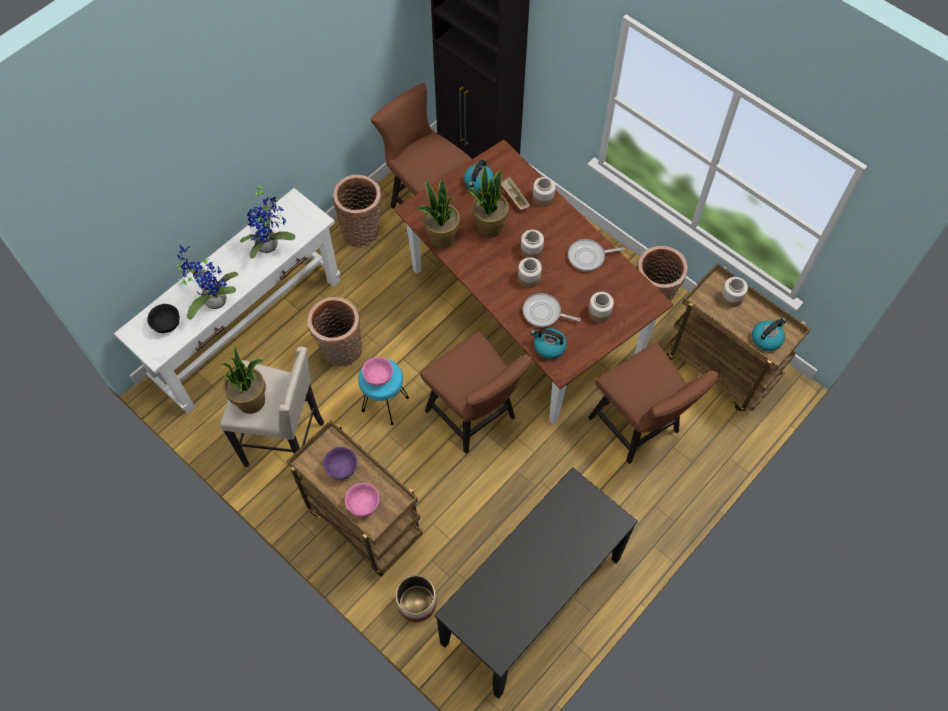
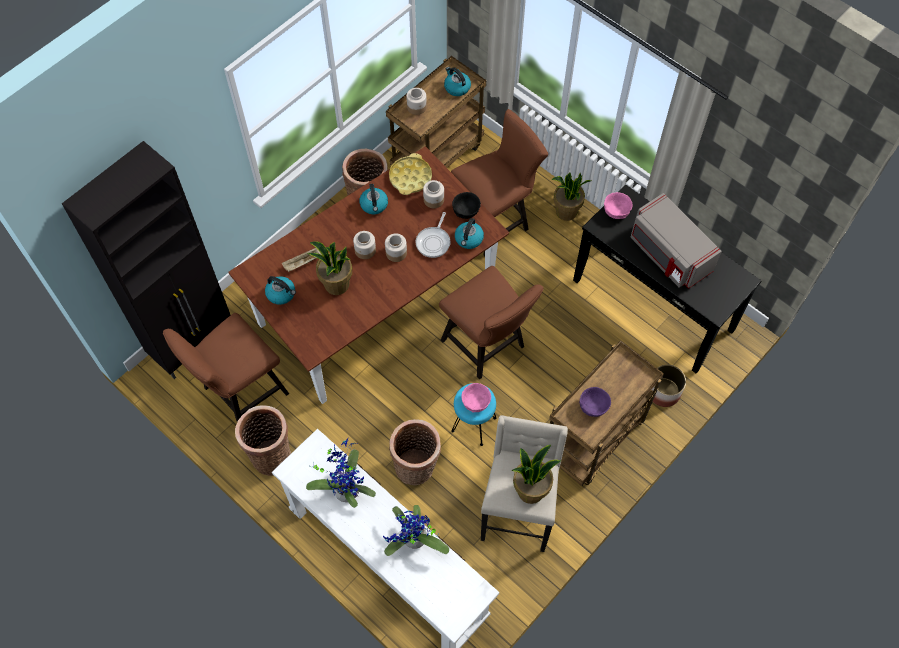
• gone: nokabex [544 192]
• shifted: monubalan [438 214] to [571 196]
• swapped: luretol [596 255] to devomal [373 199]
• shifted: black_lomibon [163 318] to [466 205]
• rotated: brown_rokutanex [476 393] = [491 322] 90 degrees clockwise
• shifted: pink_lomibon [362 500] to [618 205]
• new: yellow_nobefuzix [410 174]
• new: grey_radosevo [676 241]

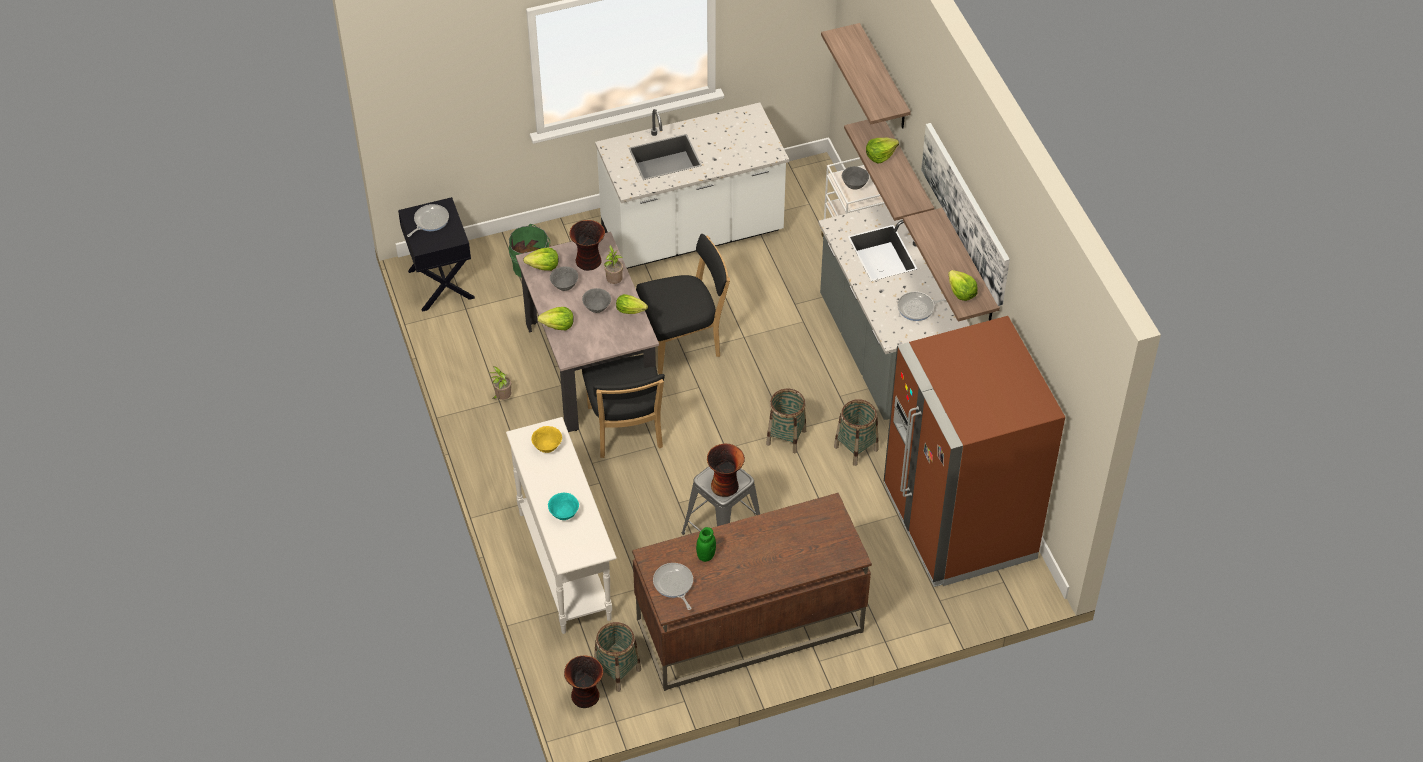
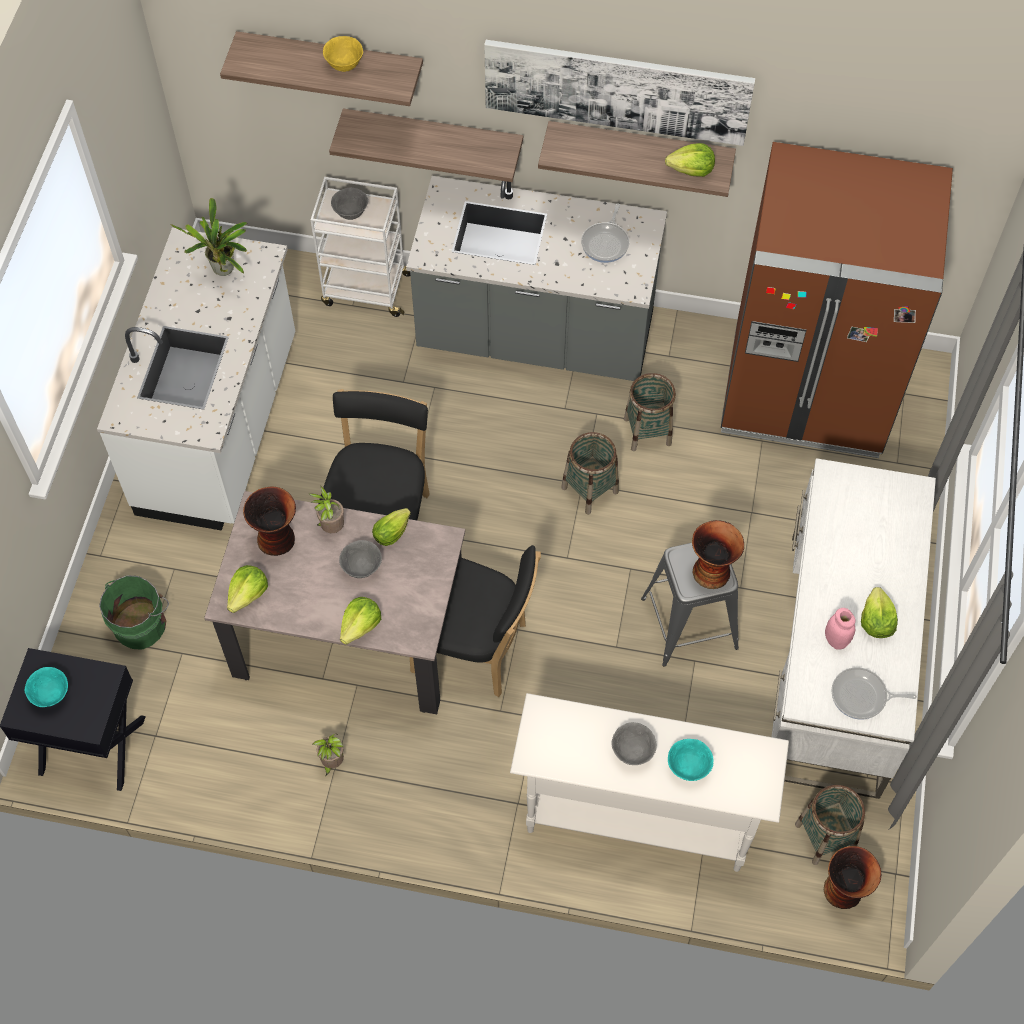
• shifted: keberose [882 151] to [879 612]
• swapped: luretol [428 220] to turquoise_lomibon [46 687]
• shifted: grey_lomibon [564 279] to [634 743]
• shifted: yellow_lomibon [546 439] to [343 54]
• repainted: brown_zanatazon [752 592] to white_zanatazon [854 628]
• repainted: green_nokabex [706 544] to pink_nokabex [840 629]
• new: monubalan [208 237]

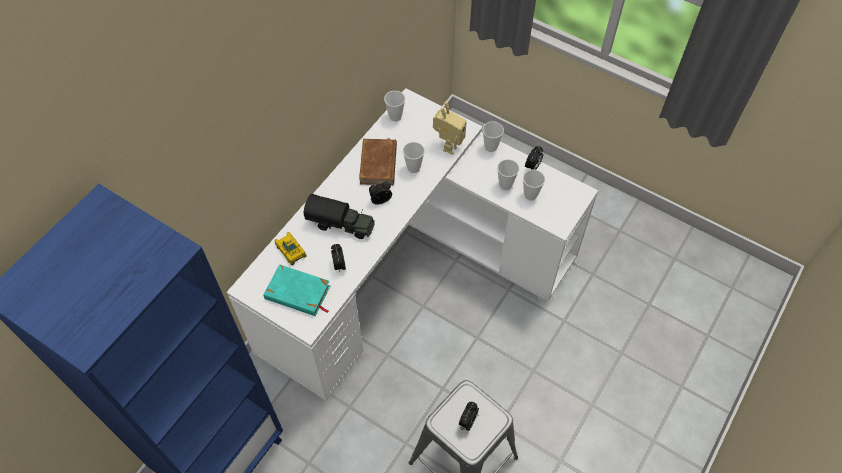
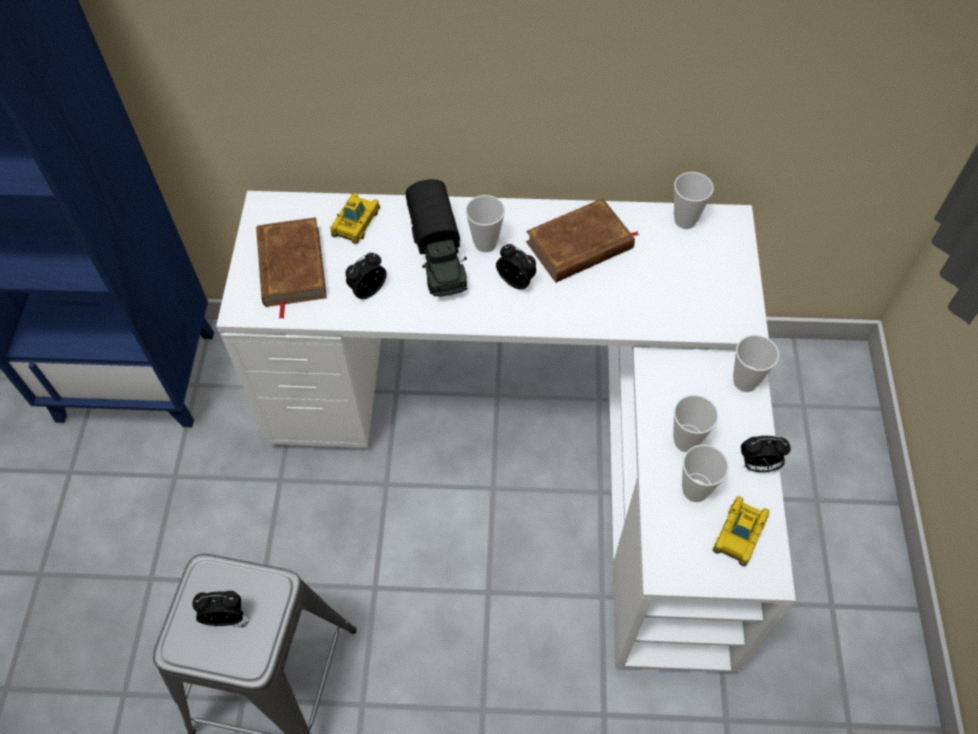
• gone: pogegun [450 128]
• shifted: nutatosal [414 157] to [485 223]
• repainted: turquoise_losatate [297 290] to brown_losatate [291 268]
• new: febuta [741 531]

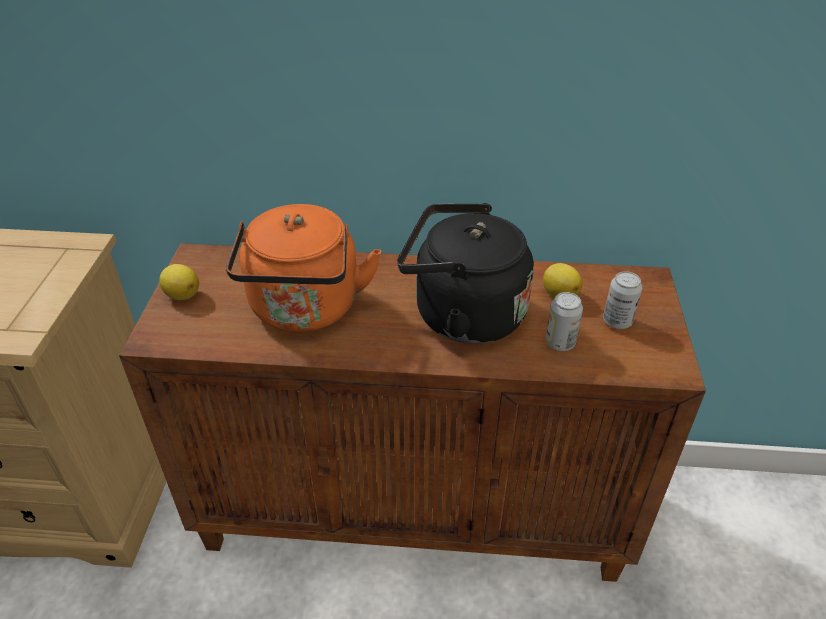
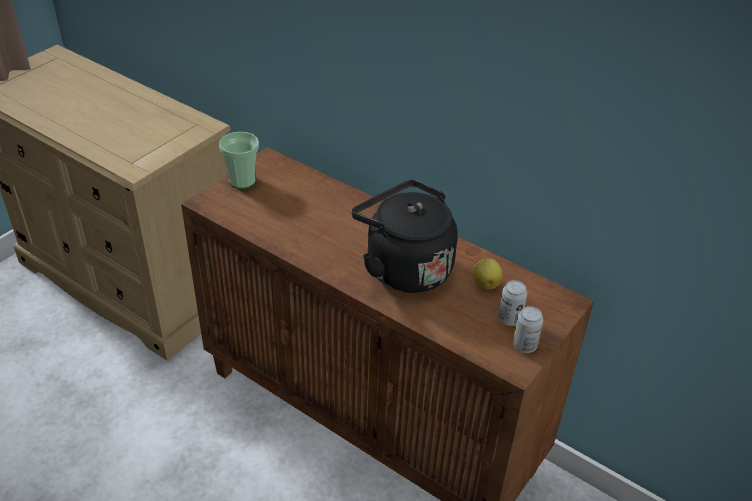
• gone: orange_devomal [303 268]
• swapped: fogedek [179 282] to nutatosal [239 160]
• shifted: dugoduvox [564 321] to [528 329]

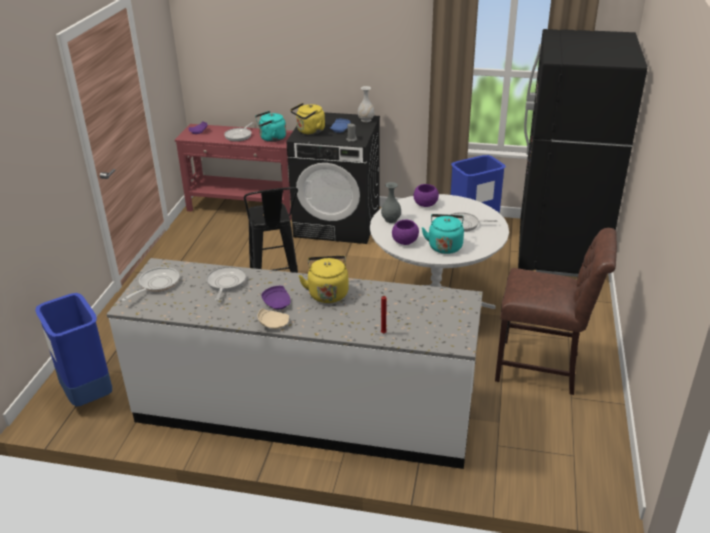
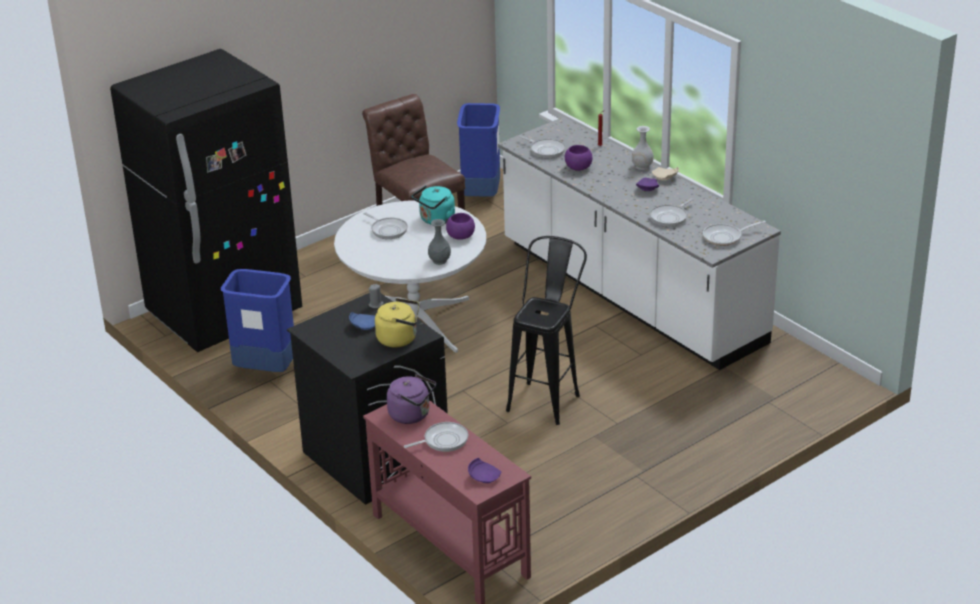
• shifted: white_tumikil [366 104] to [642 148]
• repainted: turquoise_devomal [270 126] to purple_devomal [411 399]
• shifted: purple_lomibon [426 195] to [578 158]
• gone: yellow_devomal [324 279]
• shifted: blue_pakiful [73 350] to [478 150]
• new: luretol [542 147]

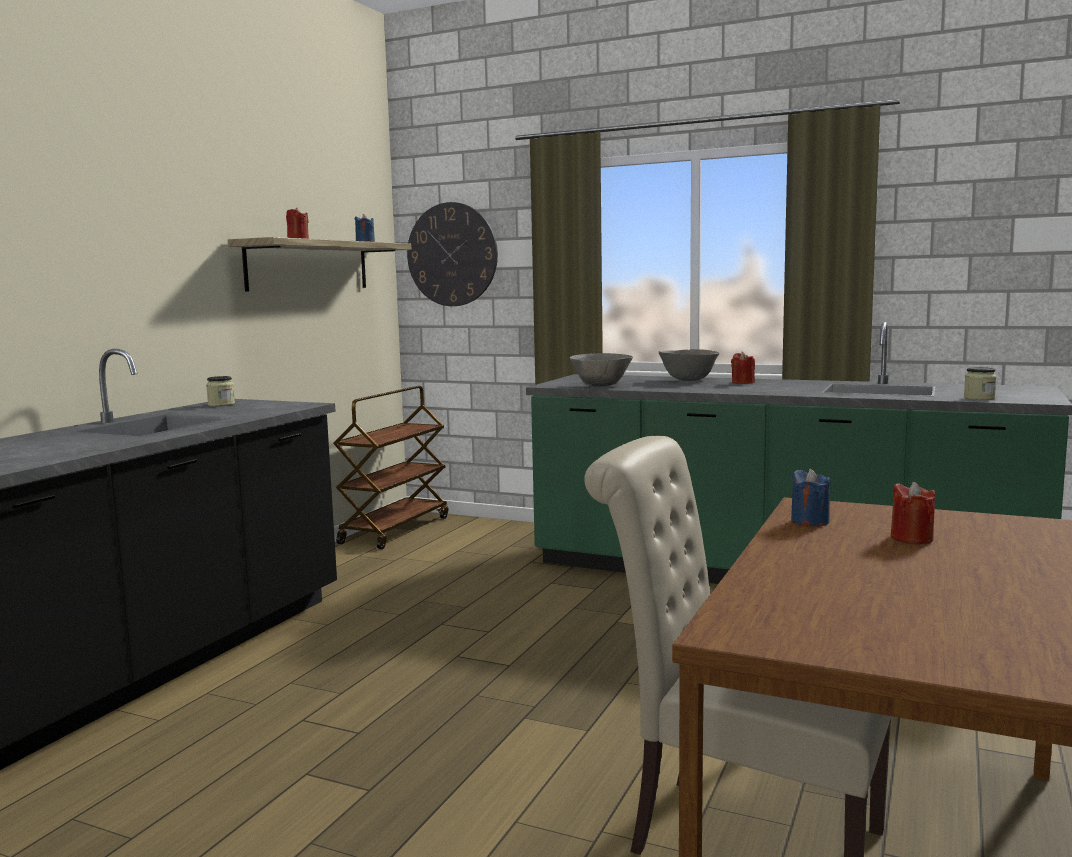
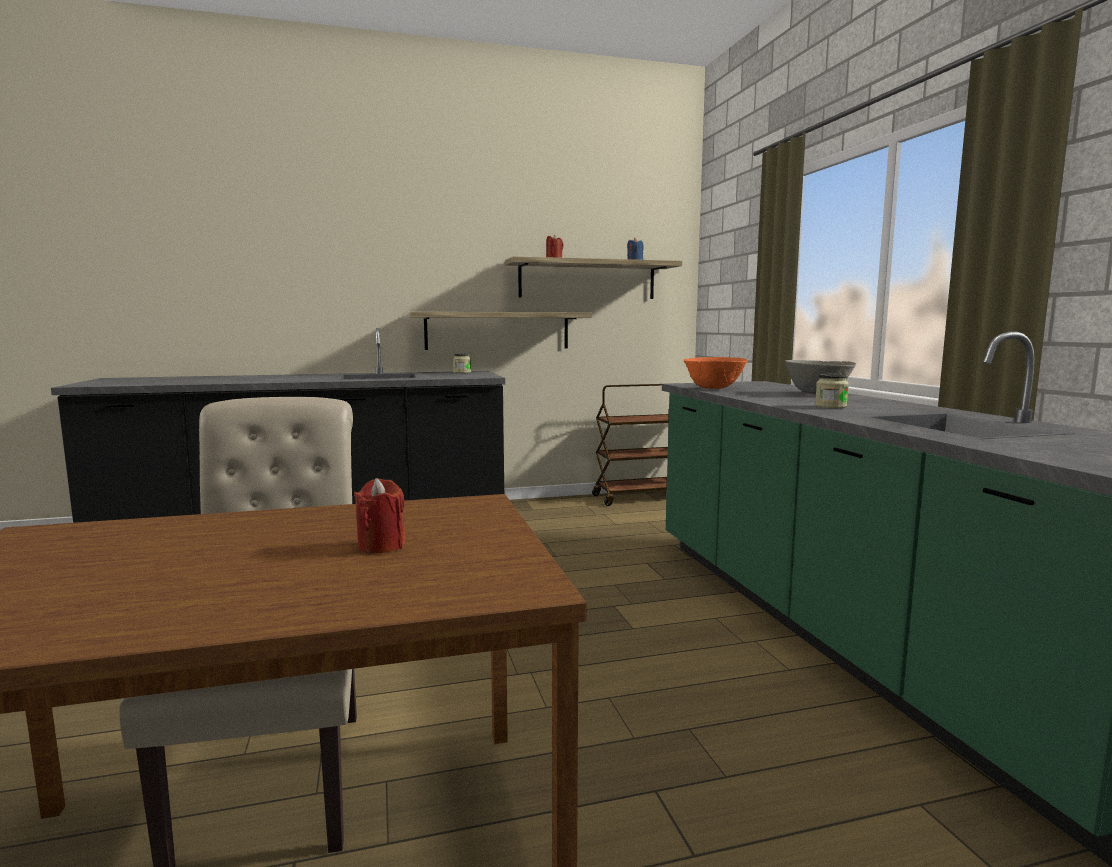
• gone: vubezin [452 254]
• gone: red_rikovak [743 367]
• repainted: grey_lomibon [601 370] to orange_lomibon [715 373]
• shifted: nokabex [980 383] to [832 391]
• gone: blue_rikovak [811 498]
• new: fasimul [500 331]

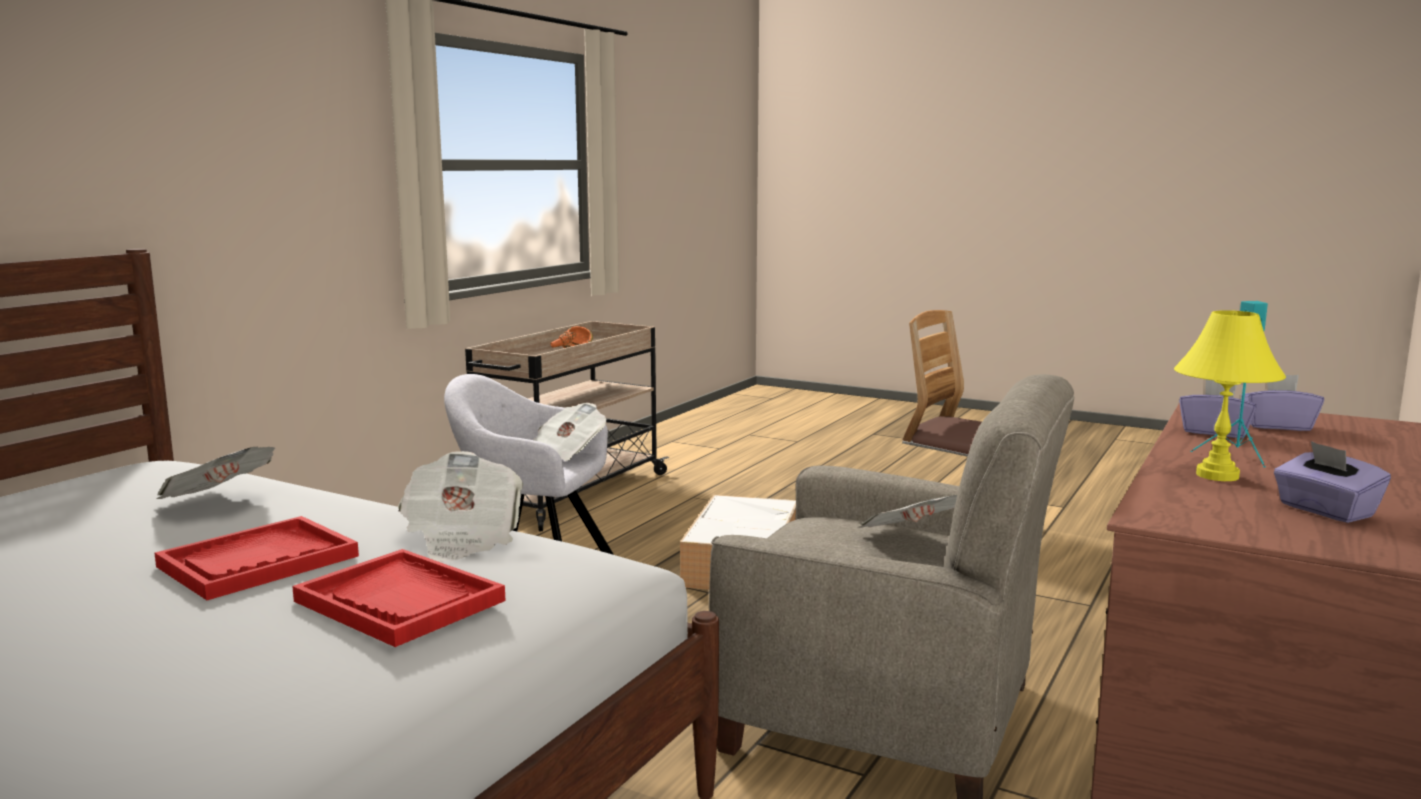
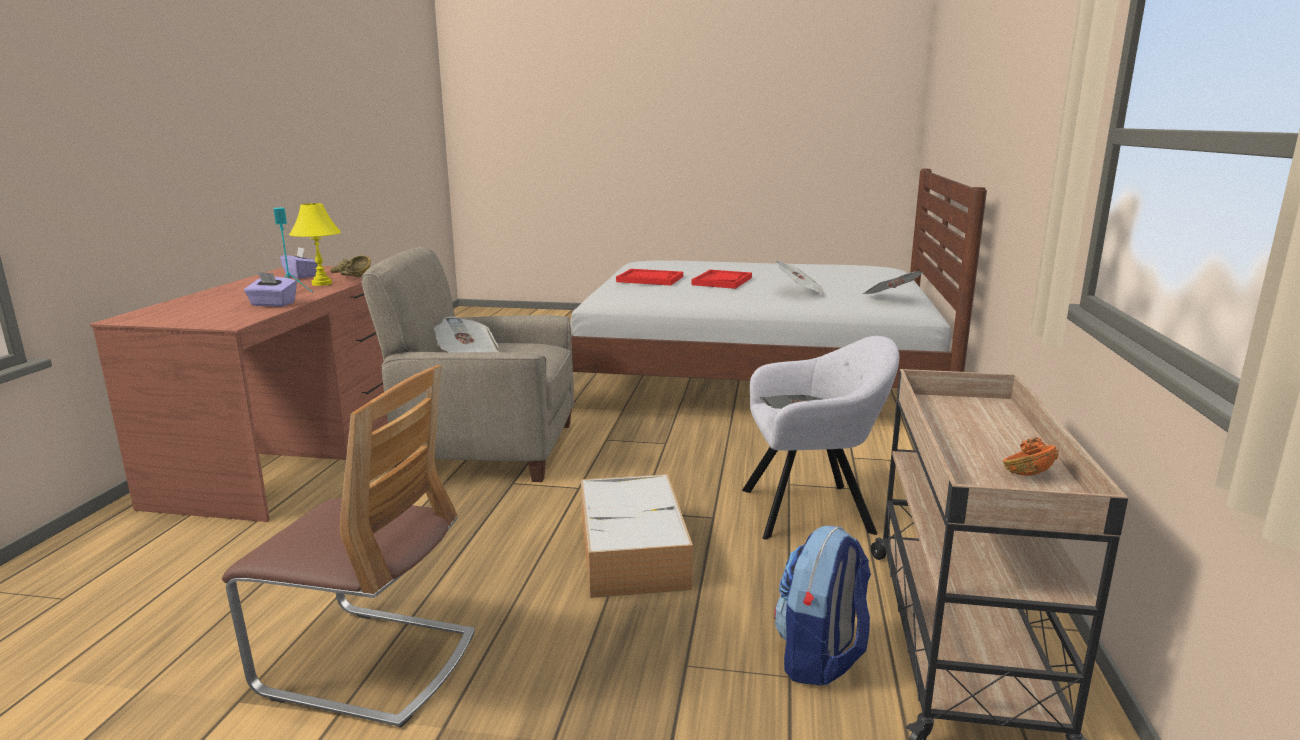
• gone: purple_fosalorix [1282 403]
• shifted: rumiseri [460 506] to [893 282]
• new: brown_lomibon [350 266]
• new: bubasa [822 606]

